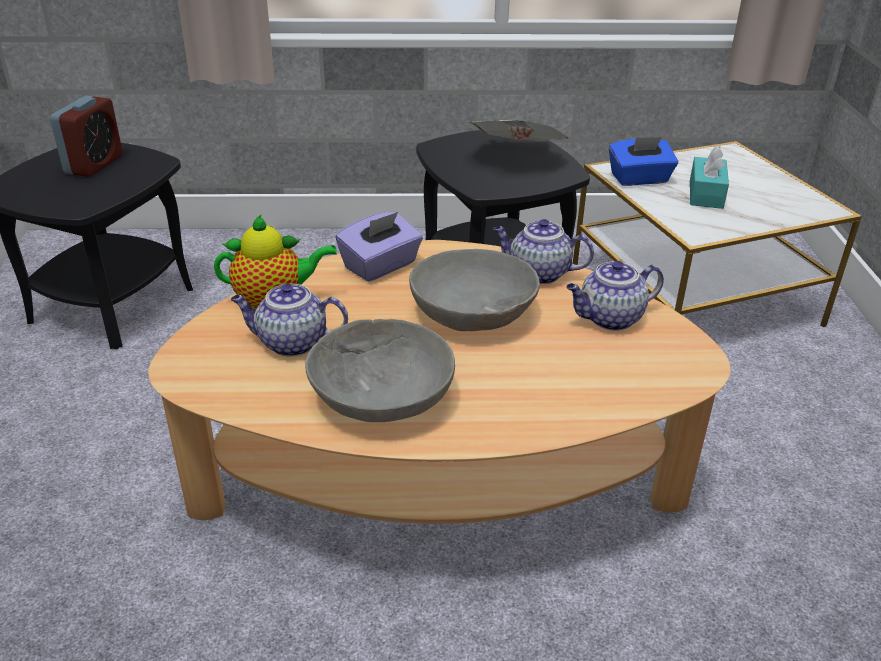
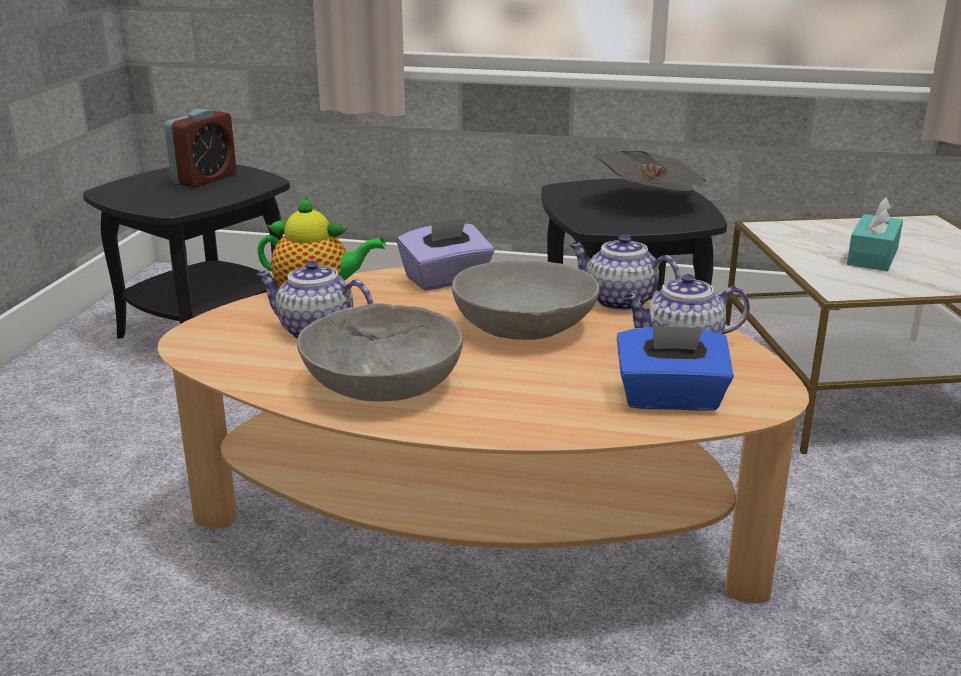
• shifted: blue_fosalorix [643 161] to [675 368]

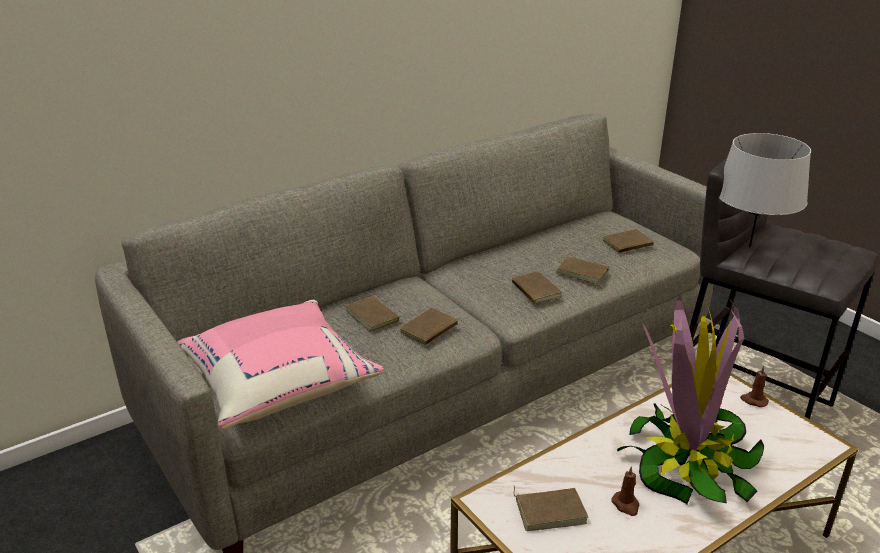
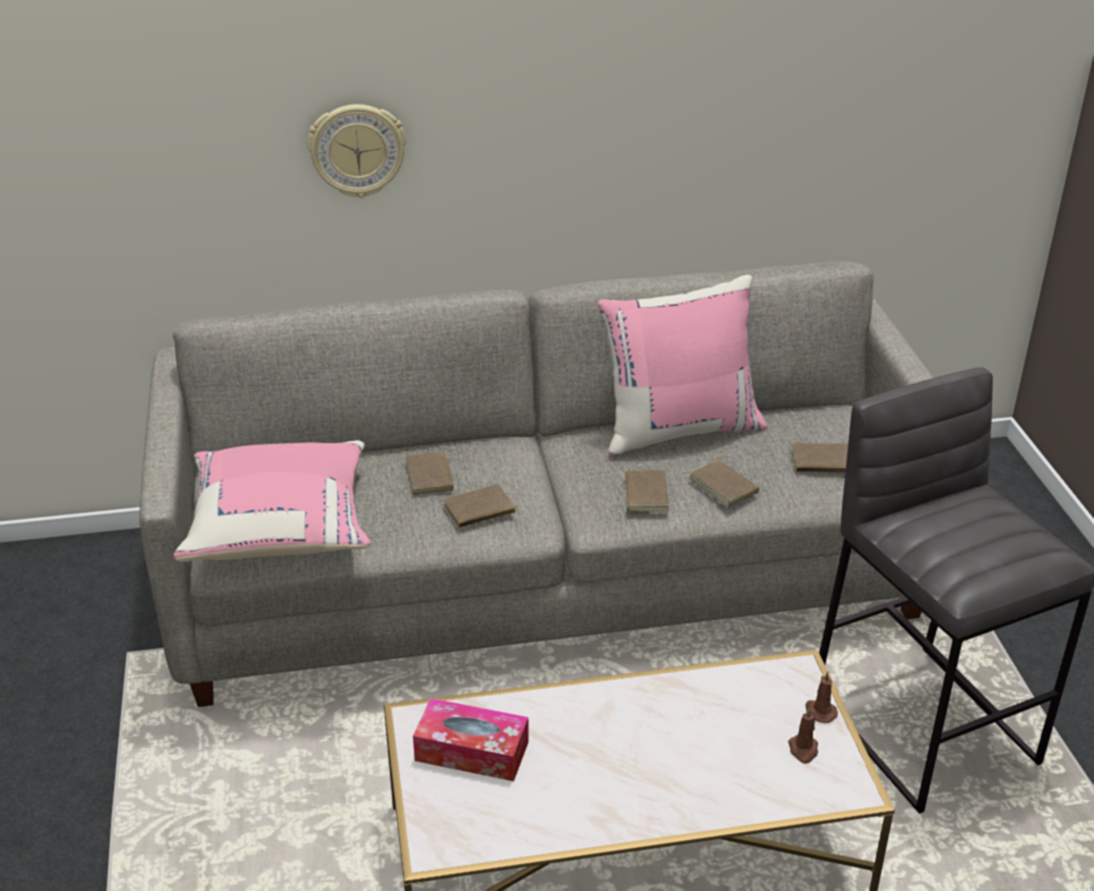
• gone: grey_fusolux [765 190]
• gone: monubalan [690 399]
• shifted: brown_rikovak [625 491] to [803 735]
• swapped: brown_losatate [550 508] to fosalorix [471 739]
• new: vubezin [357 151]
• new: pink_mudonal [682 365]

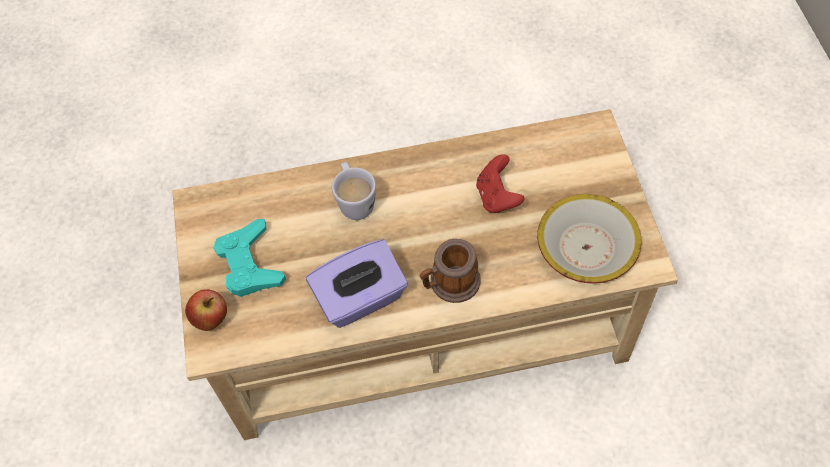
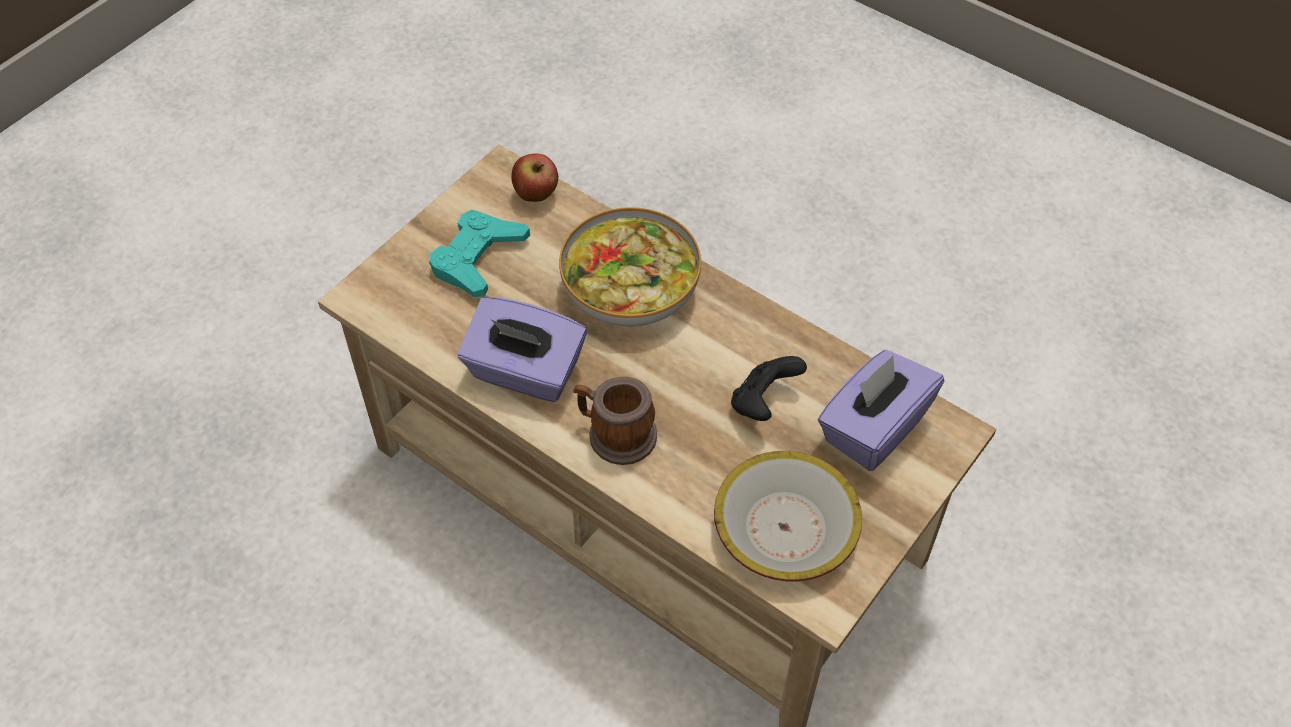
• repainted: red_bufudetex [500 183] to black_bufudetex [769 388]
• swapped: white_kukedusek [354 191] to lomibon [630 266]
• shifted: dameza [206 310] to [534 177]
• new: purple_fosalorix [881 410]

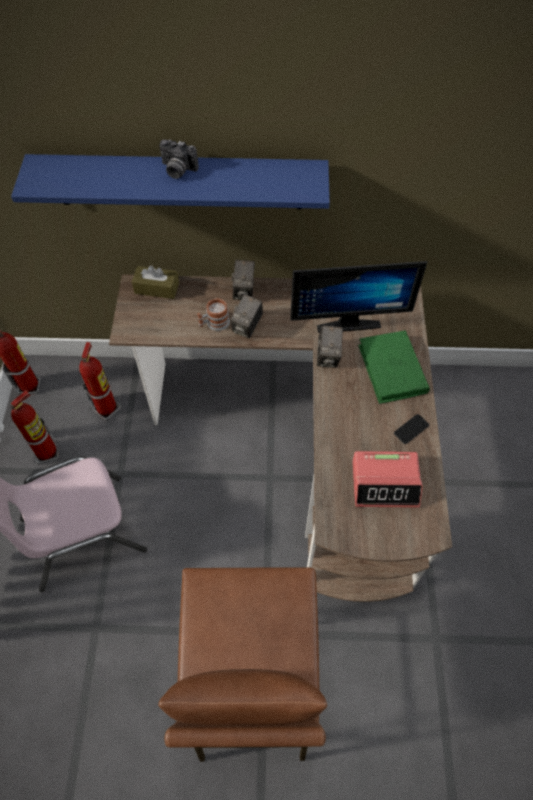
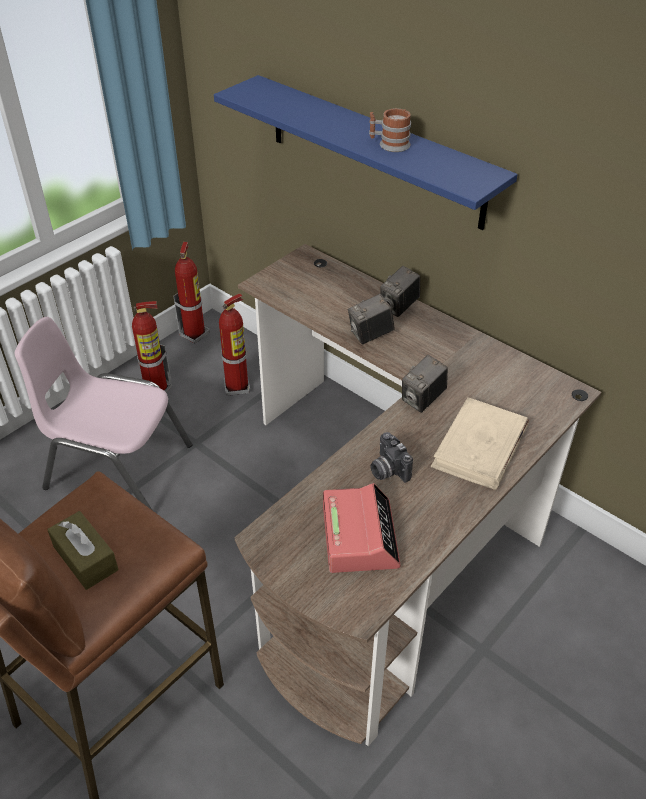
• shifted: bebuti [179 159] to [391 457]
• gone: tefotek [359 297]
• shifted: brown_fosalorix [155 282] to [83 550]
• shifted: kukedusek [213 314] to [390 130]
• repainted: green_losatate [394 367] to beige_losatate [480 443]
• gone: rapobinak [411 429]
• rotated: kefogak [387 479] = [362 528] 135 degrees counterclockwise

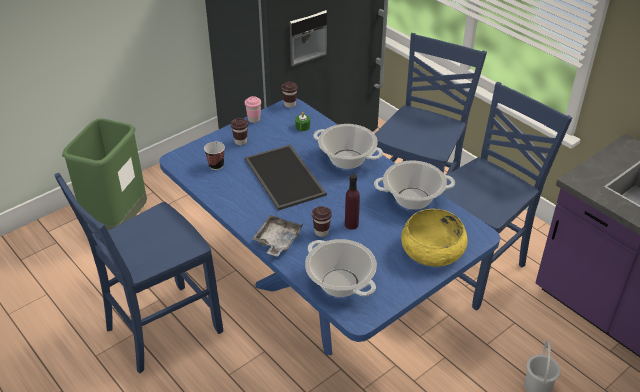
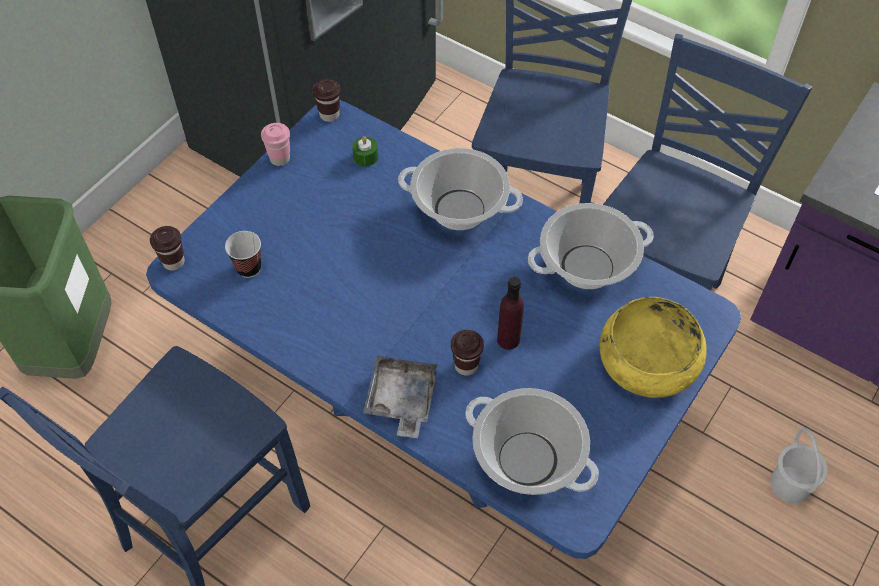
• shifted: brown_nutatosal [239 131] to [167 248]
• gone: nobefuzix [286 177]

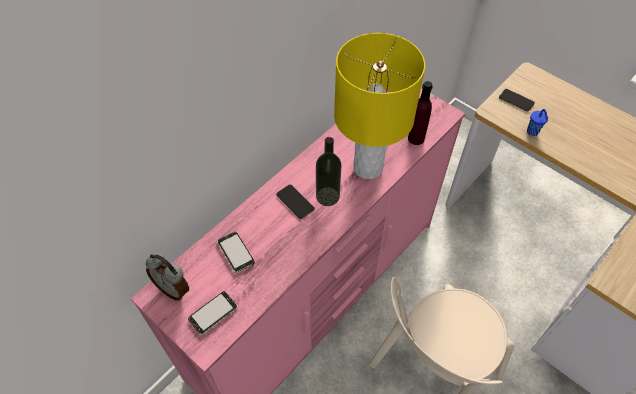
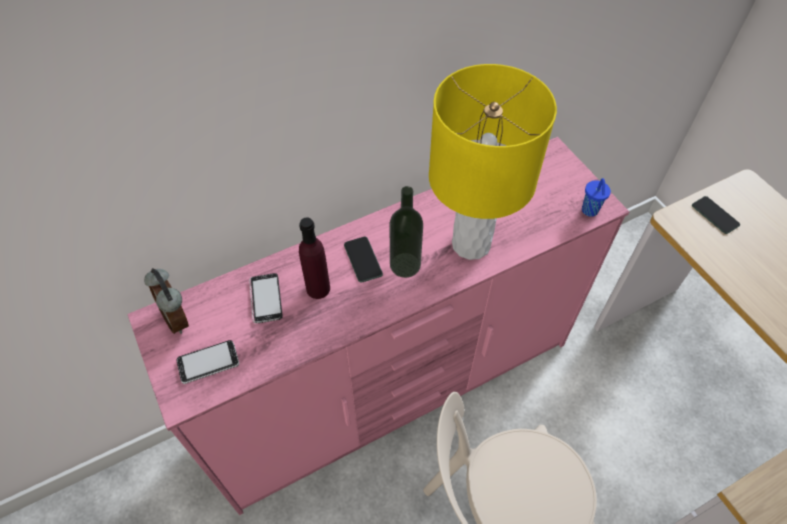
• shifted: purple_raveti [420 113] to [314 258]
• shifted: blue_nutatosal [537 122] to [596 197]

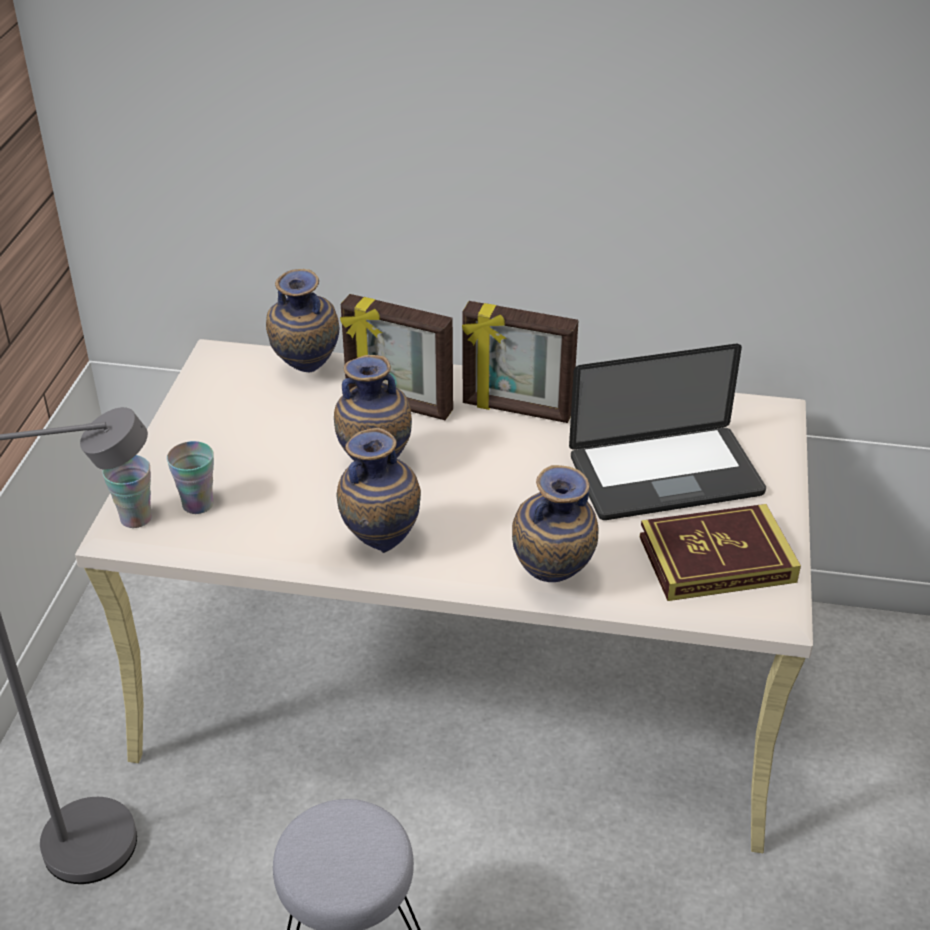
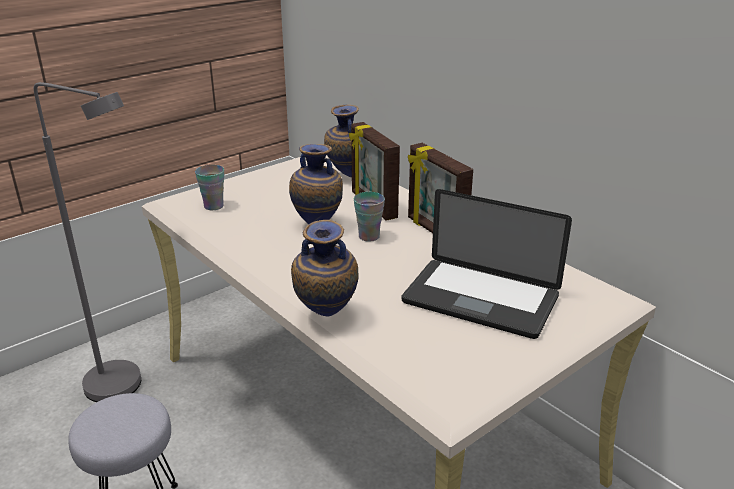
• gone: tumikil [379 490]
• shifted: nutatosal [127 491] to [369 217]
• gone: losatate [720 552]

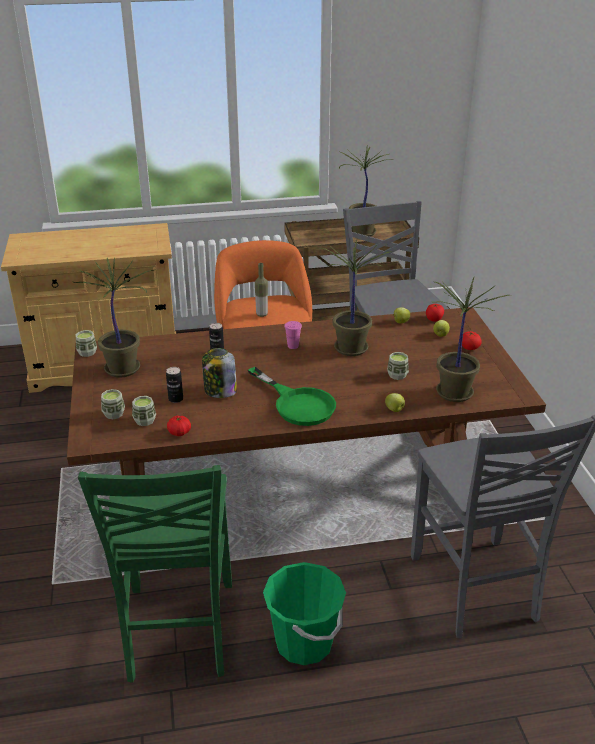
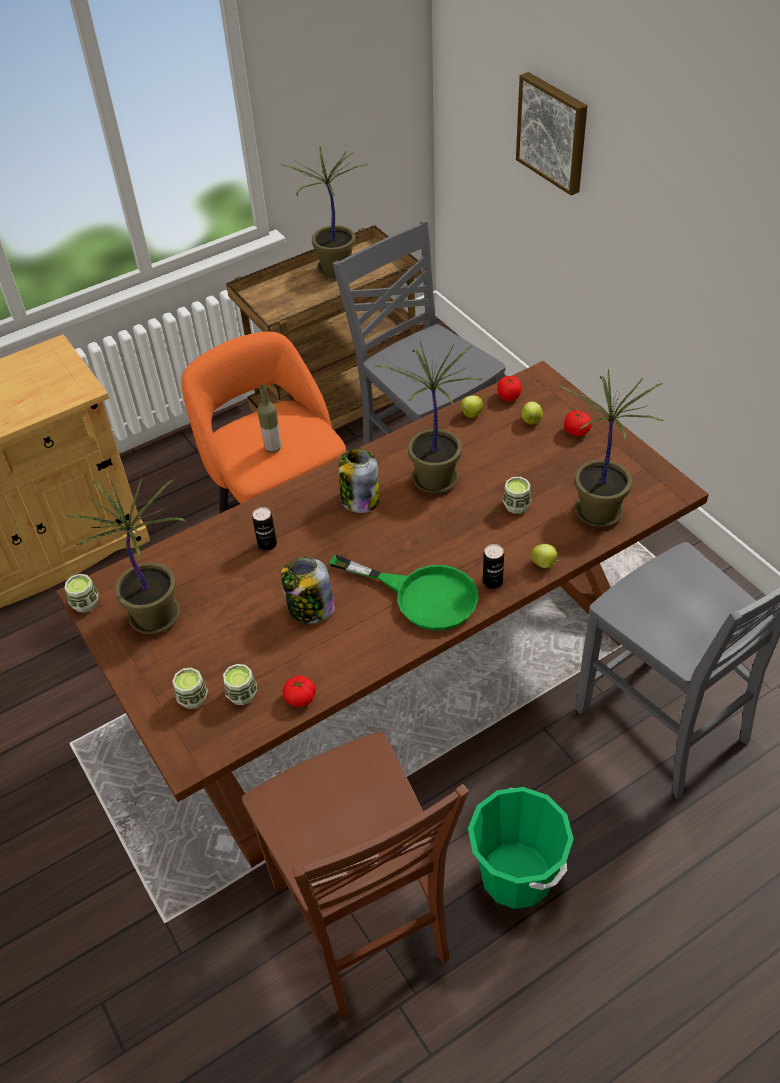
• swapped: pink_nutatosal [293 335] to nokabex [359 480]
• shifted: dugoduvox [174 385] to [493 566]
• repainted: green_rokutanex [155 574] to brown_rokutanex [355 874]
• new: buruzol [551 133]

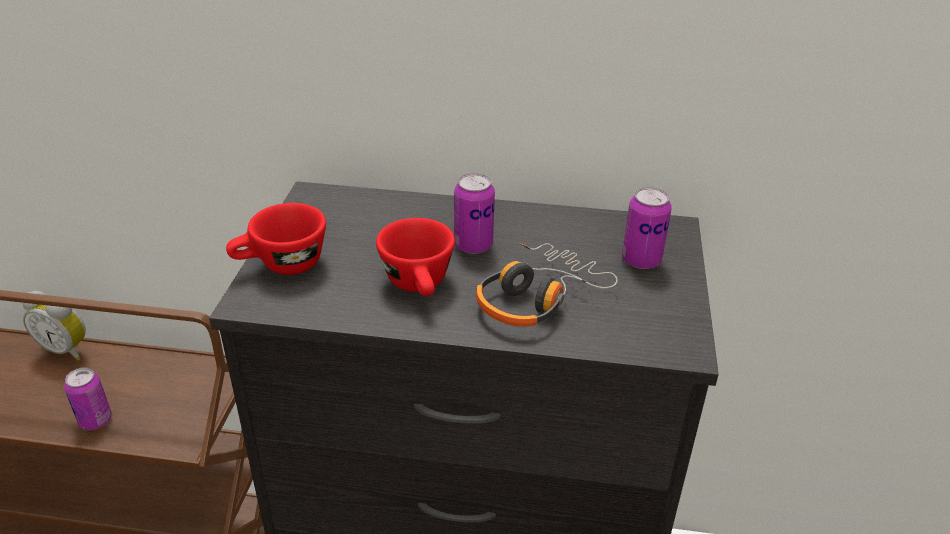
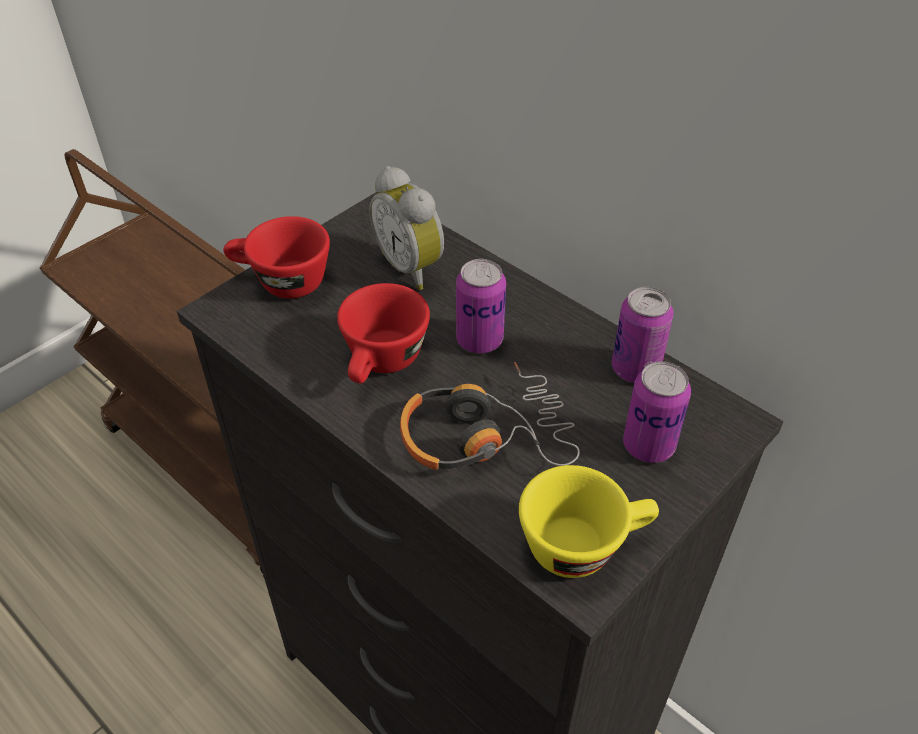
• shifted: kefogak [54 326] to [406 228]
• shifted: dugoduvox [88 398] to [643 335]
• new: yellow_nutatosal [589 521]

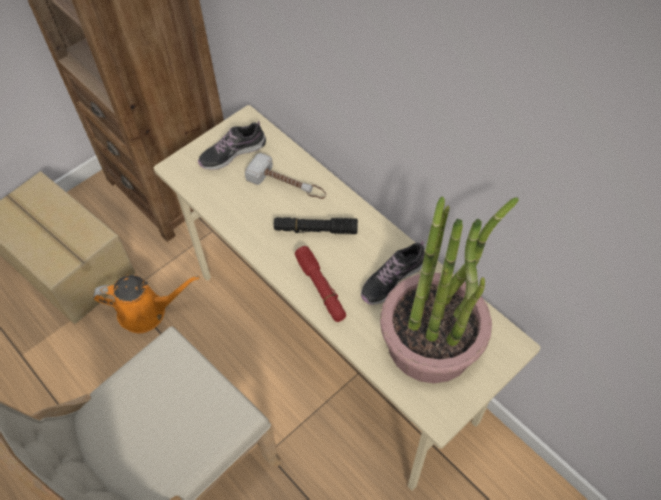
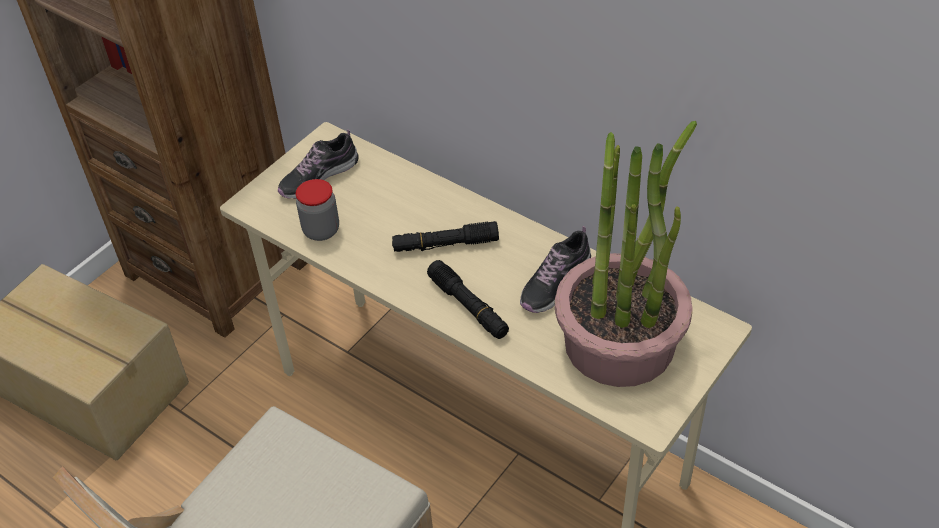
• gone: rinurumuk [285 176]
• repainted: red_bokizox [320 284] to black_bokizox [468 299]
• gone: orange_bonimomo [146 304]
• new: nokabex [317 210]

